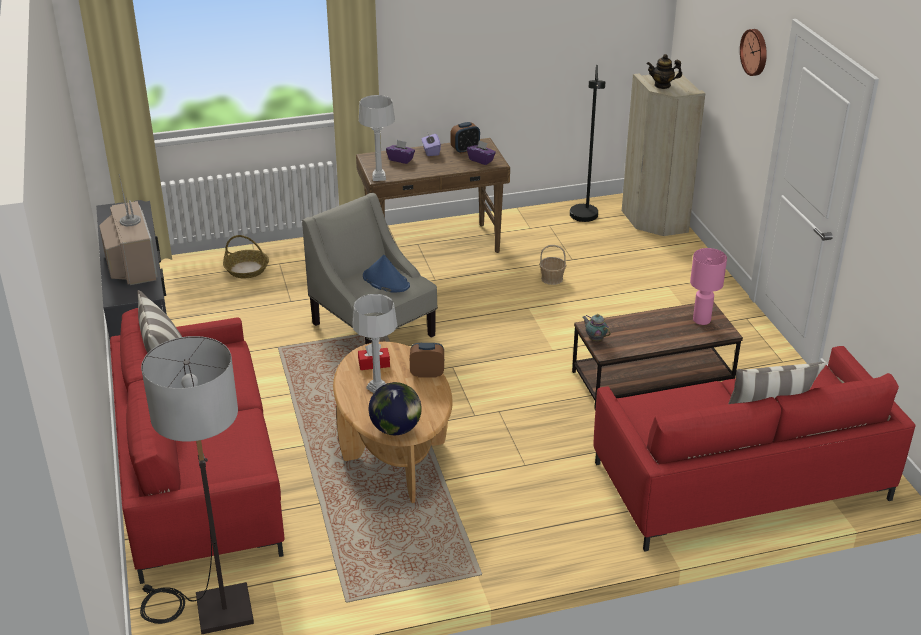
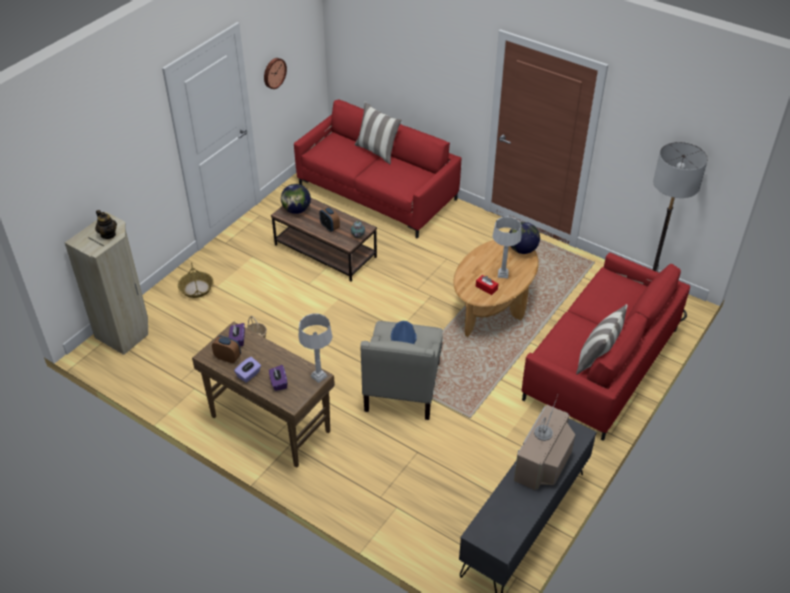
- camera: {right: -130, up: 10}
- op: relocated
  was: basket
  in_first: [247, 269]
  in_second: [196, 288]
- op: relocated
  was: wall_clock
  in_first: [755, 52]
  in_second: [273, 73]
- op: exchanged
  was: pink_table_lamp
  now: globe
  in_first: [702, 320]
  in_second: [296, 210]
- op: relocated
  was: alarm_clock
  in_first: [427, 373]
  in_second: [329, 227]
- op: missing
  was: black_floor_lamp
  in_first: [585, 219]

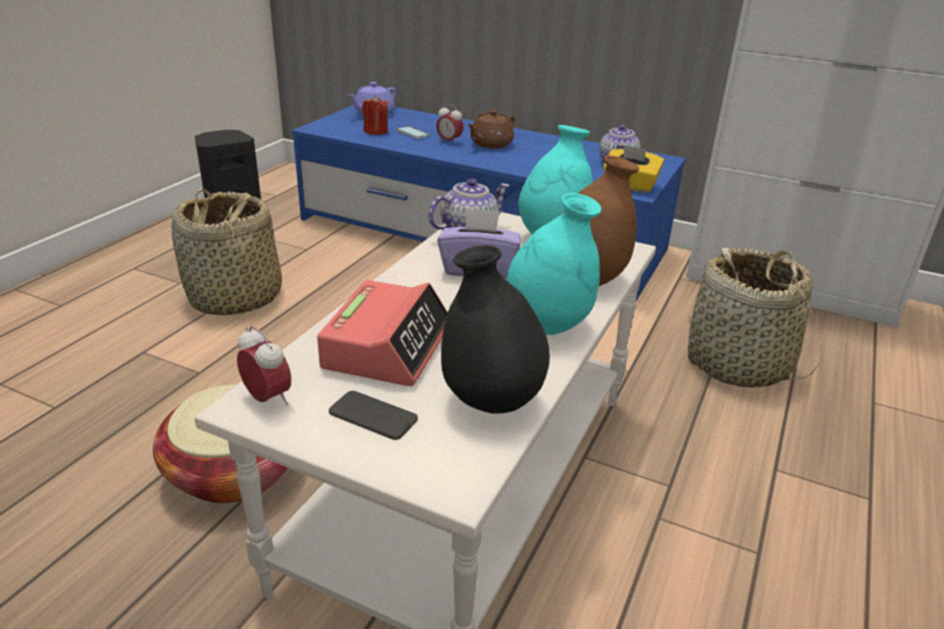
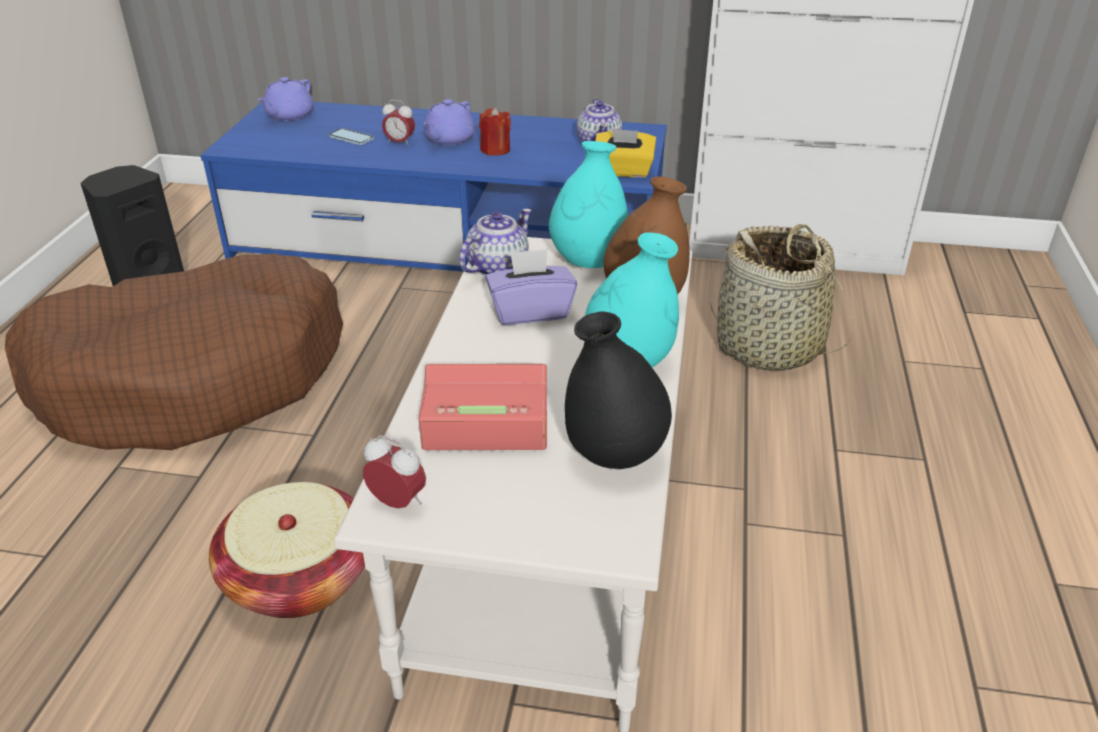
- camera: {right: -15, up: 5}
- op: exchanged
  was: basket
  now: brown_dog_bed
  in_first: [235, 298]
  in_second: [195, 377]
- op: spun
  was: alarm_clock
  in_first: [388, 346]
  in_second: [485, 419]
  clockwise: -90
- op: colour
  was: brown_teapot
  now: purple_teapot
  in_first: [490, 144]
  in_second: [449, 139]
- op: relocated
  was: red_candle
  in_first: [375, 131]
  in_second: [495, 150]
- op: missing
  was: phone
  in_first: [373, 416]

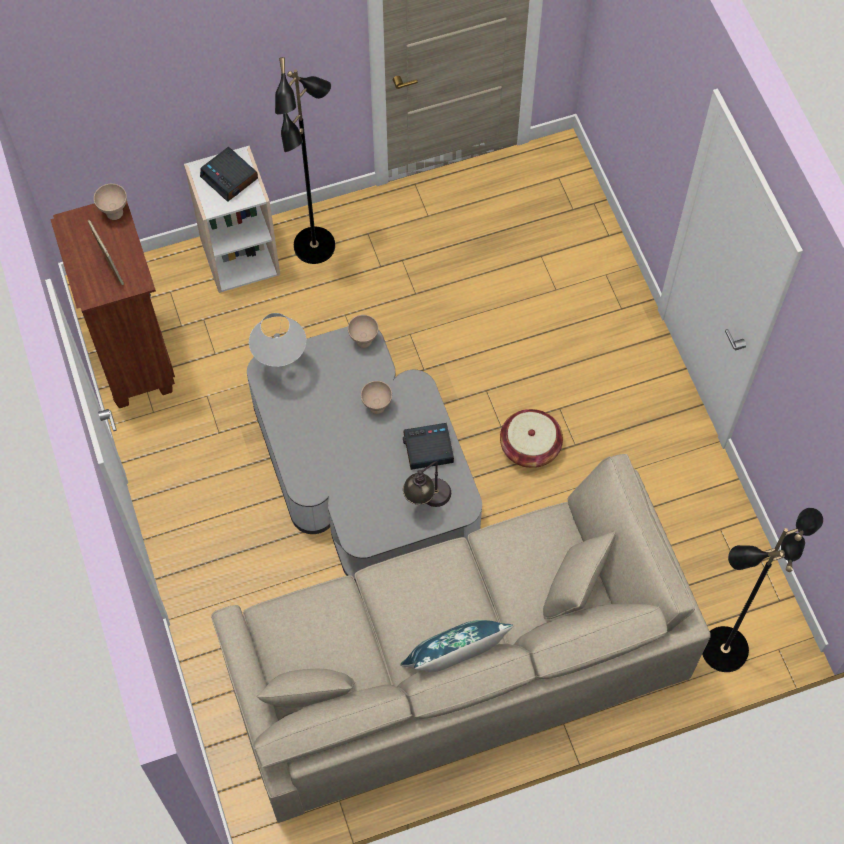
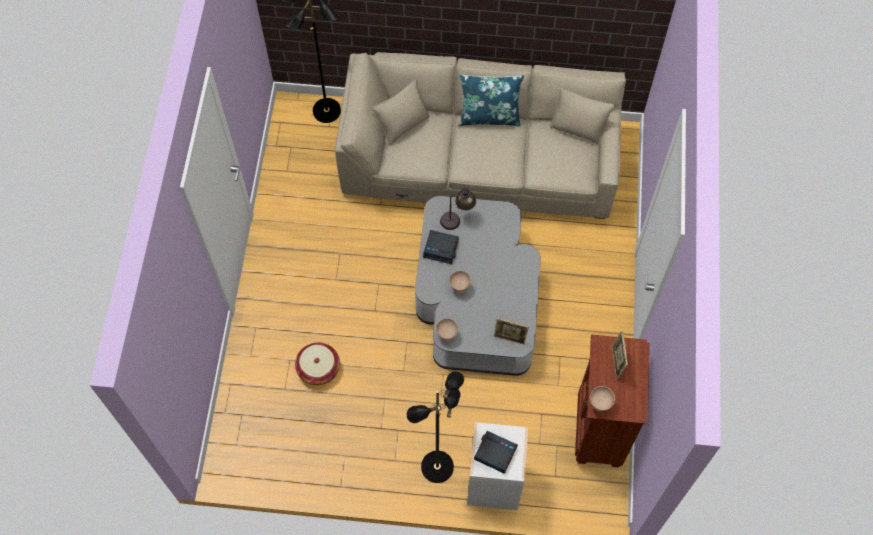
- camera: {right: -155, up: 0}
- op: relocated
  was: basket
  in_first: [530, 446]
  in_second: [318, 368]
- op: spun
  was: alarm_clock
  in_first: [230, 178]
  in_second: [495, 453]
  clockwise: -45
- op: exchanged
  was: white_table_lamp
  now: picture_frame
  in_first: [282, 369]
  in_second: [509, 339]

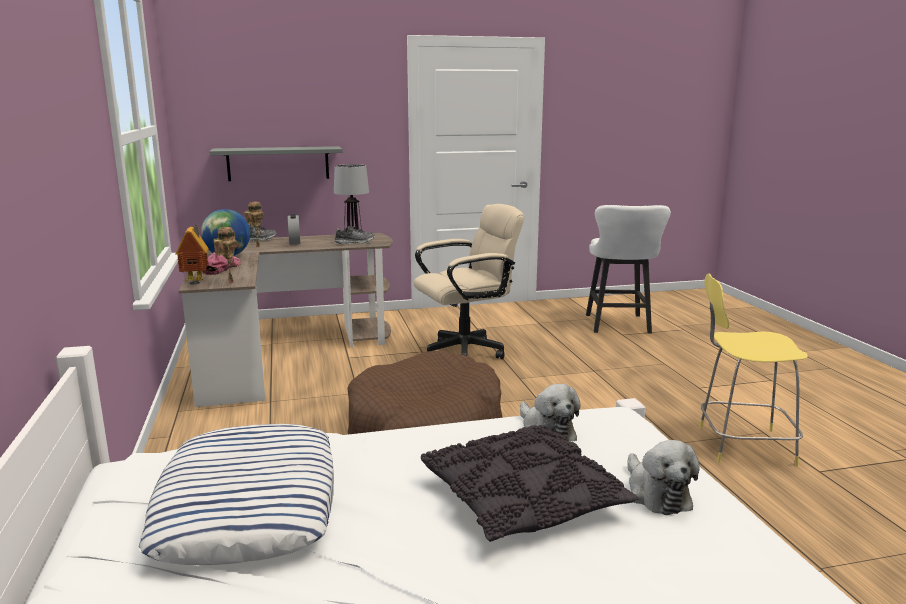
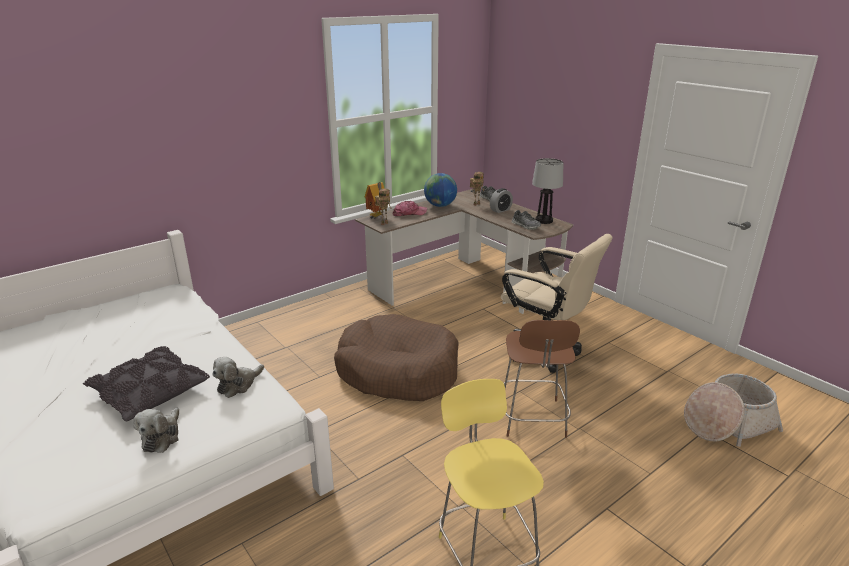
- camera: {right: 65, up: 10}
- op: spun
  was: plush_toy
  in_first: [656, 494]
  in_second: [162, 437]
  clockwise: -45
- op: appeared
  now: brown_stool
  in_second: [533, 419]
- op: exchanged
  was: white_stool
  now: basket
  in_first: [619, 326]
  in_second: [727, 423]
- op: missing
  was: pillow
  in_first: [248, 504]
- op: missing
  was: grey_shelf
  in_first: [278, 163]

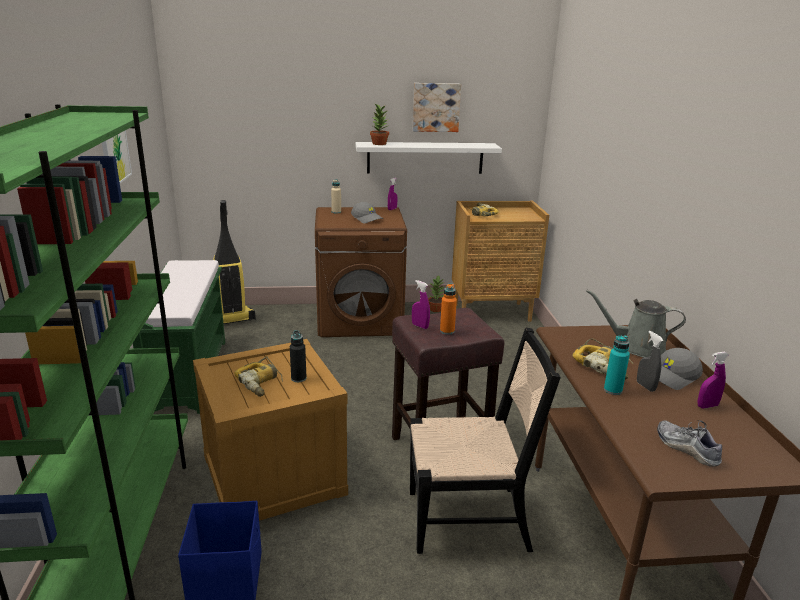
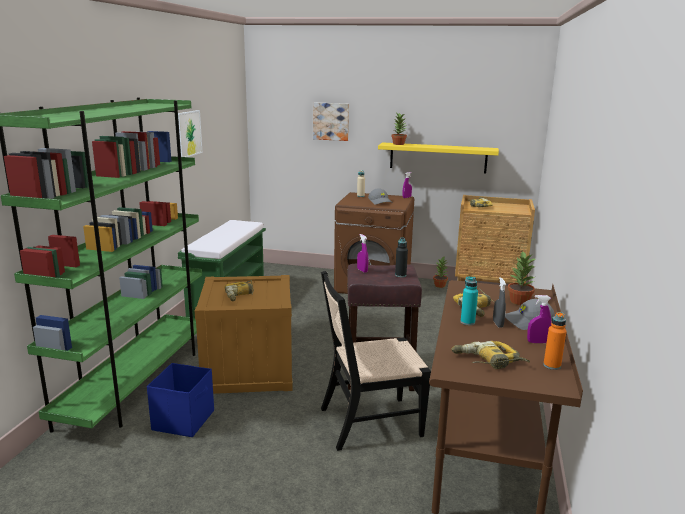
- camera: {right: 20, up: -5}
- op: relocated
  was: picture
  in_first: [436, 107]
  in_second: [331, 121]
- op: spun
  was: chair
  in_first: [468, 520]
  in_second: [370, 423]
  clockwise: 150
- op: colour
  was: white_shelf
  now: yellow_shelf
  in_first: [425, 158]
  in_second: [438, 157]
- op: relocated
  was: black_bottle
  in_first: [298, 378]
  in_second: [400, 275]
- op: exchanged
  was: shoe
  now: power_drill
  in_first: [686, 448]
  in_second: [488, 361]
- op: exchanged
  was: grey_watering_can
  now: potted_plant
  in_first: [637, 348]
  in_second: [519, 301]
- op: relocated
  was: orange_bottle
  in_first: [447, 331]
  in_second: [552, 365]
- op: missing
  was: vacuum_cleaner
  in_first: [230, 320]

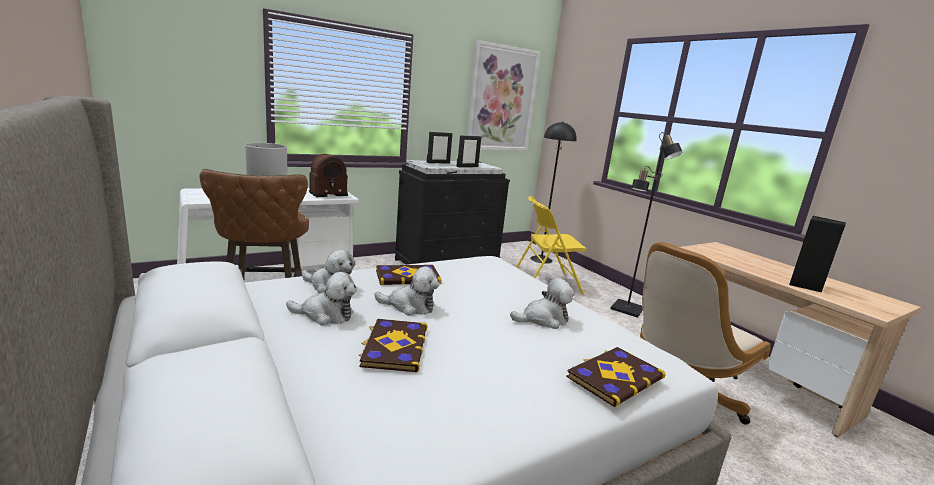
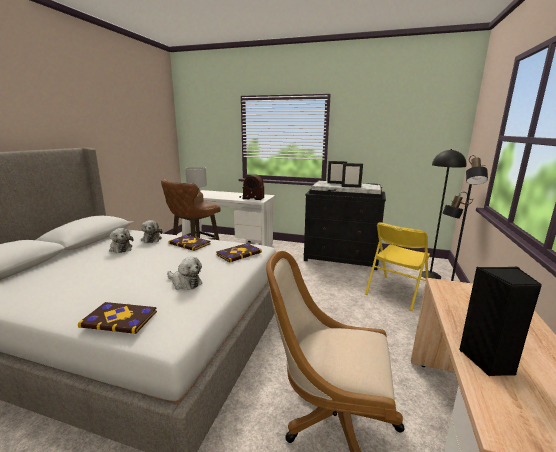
- camera: {right: 50, up: 0}
- op: relocated
  was: book
  in_first: [394, 346]
  in_second: [238, 253]
- op: spun
  was: yellow_chair
  in_first: [546, 283]
  in_second: [396, 292]
  clockwise: -90
- op: missing
  was: plush_toy
  in_first: [410, 306]
- op: missing
  was: picture
  in_first: [502, 99]

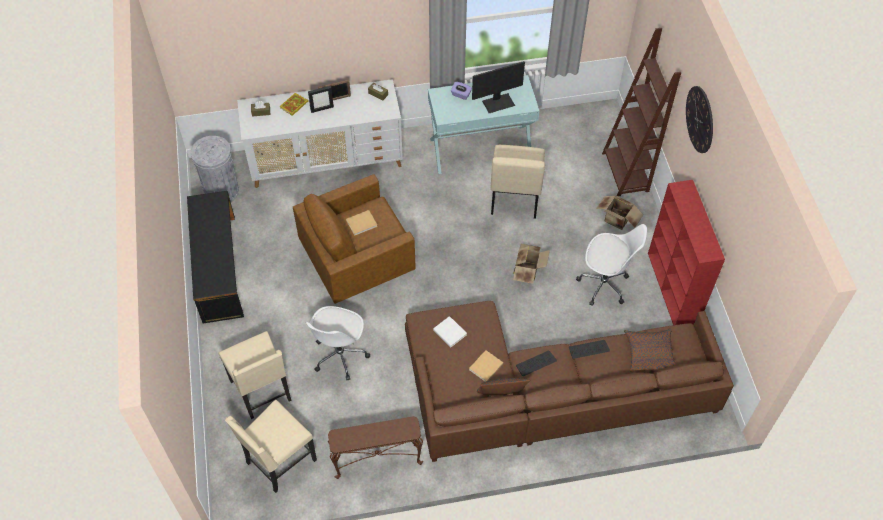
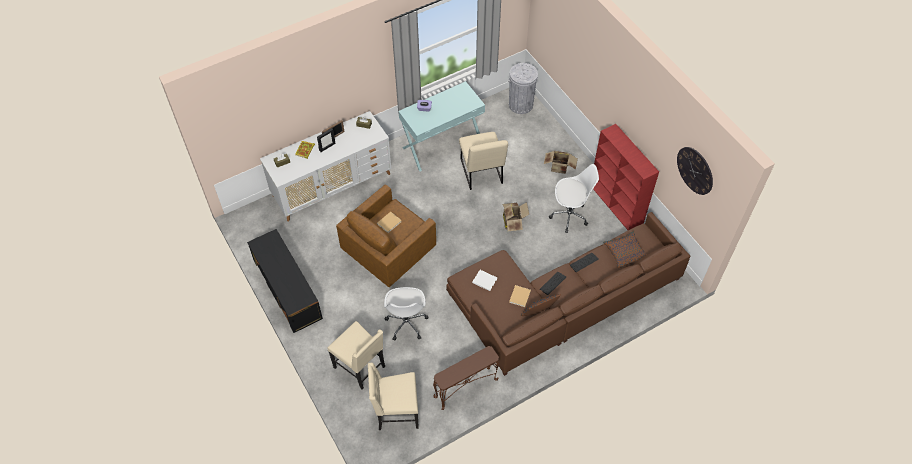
- camera: {right: -20, up: 0}
- op: spun
  was: beige_chair
  in_first: [279, 462]
  in_second: [396, 412]
  clockwise: 60
- op: relocated
  was: grey_trash_can
  in_first: [222, 191]
  in_second: [521, 104]
- op: relocated
  was: wall_clock
  in_first: [700, 119]
  in_second: [695, 170]
- op: missing
  was: monitor
  in_first: [498, 102]
- op: missing
  was: brown_bookcase
  in_first: [625, 172]

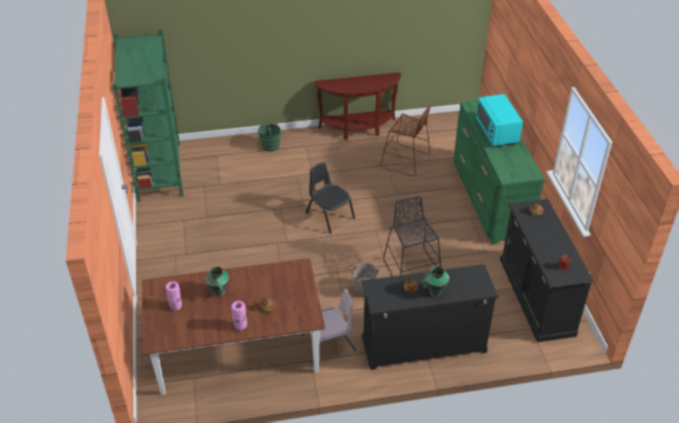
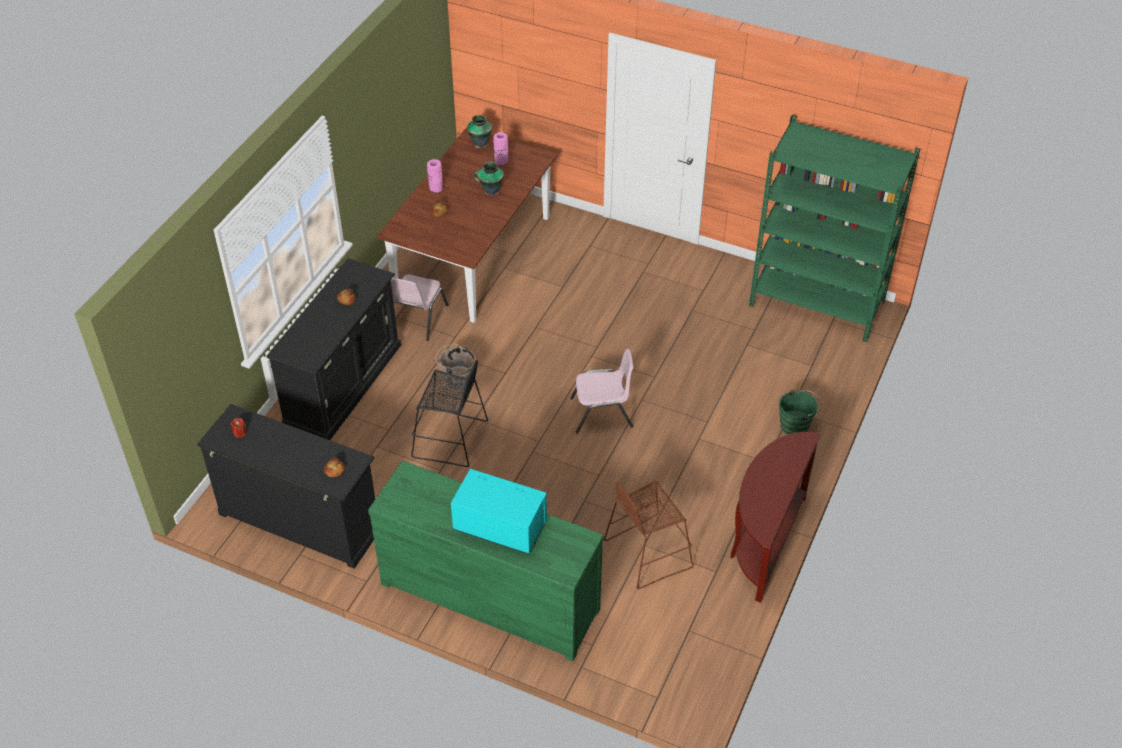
- camera: {right: 125, up: 5}
- op: relocated
  was: vase
  in_first: [434, 291]
  in_second: [480, 143]
- op: colour
  was: black_chair
  now: pink_chair
  in_first: [329, 216]
  in_second: [602, 413]

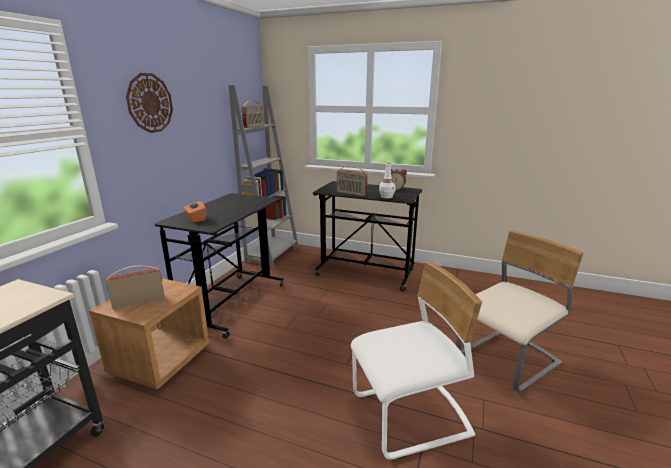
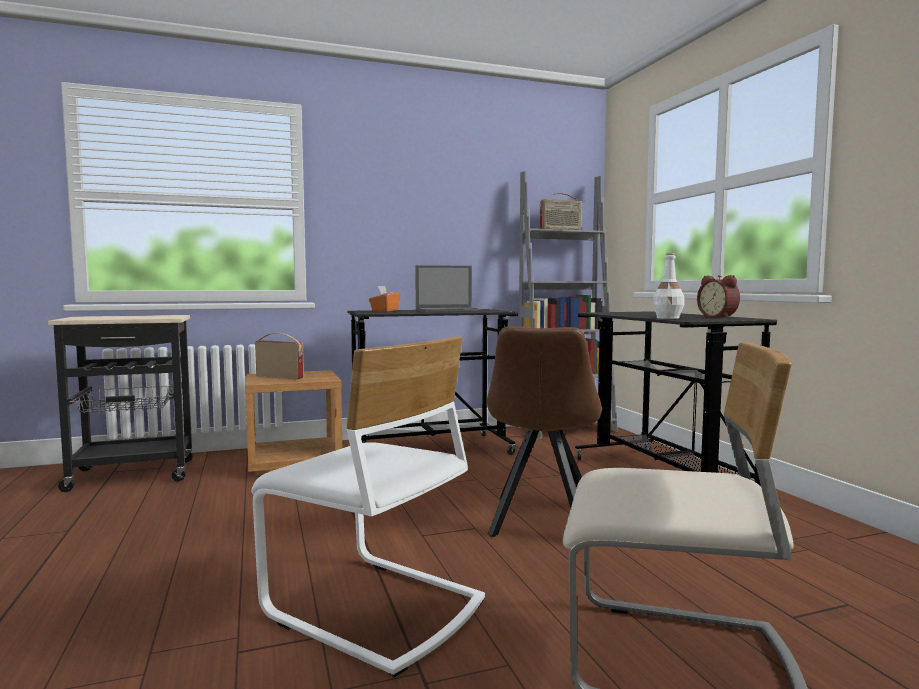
- camera: {right: 50, up: -15}
- op: appeared
  now: laptop
  in_second: [449, 311]
- op: appeared
  now: brown_chair
  in_second: [542, 520]
- op: missing
  was: wall_clock
  in_first: [150, 103]
- op: missing
  was: radio
  in_first: [351, 193]

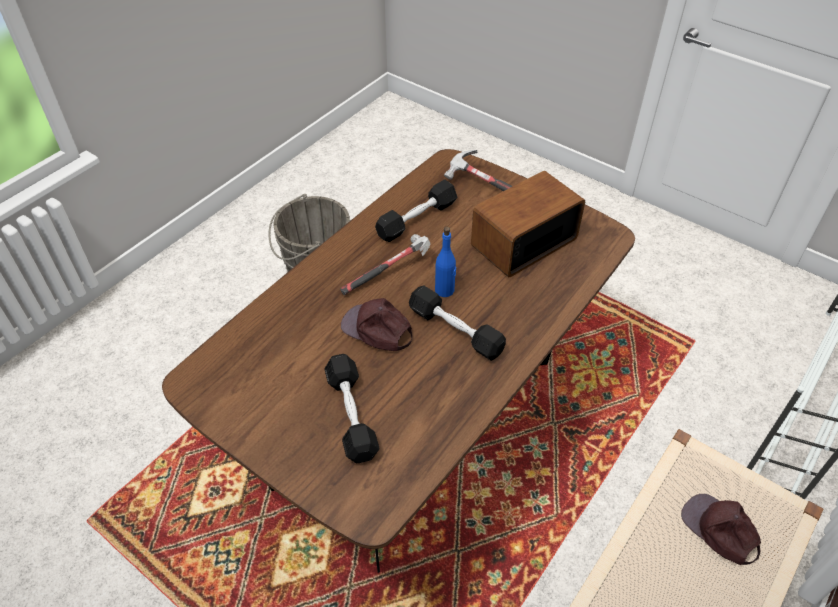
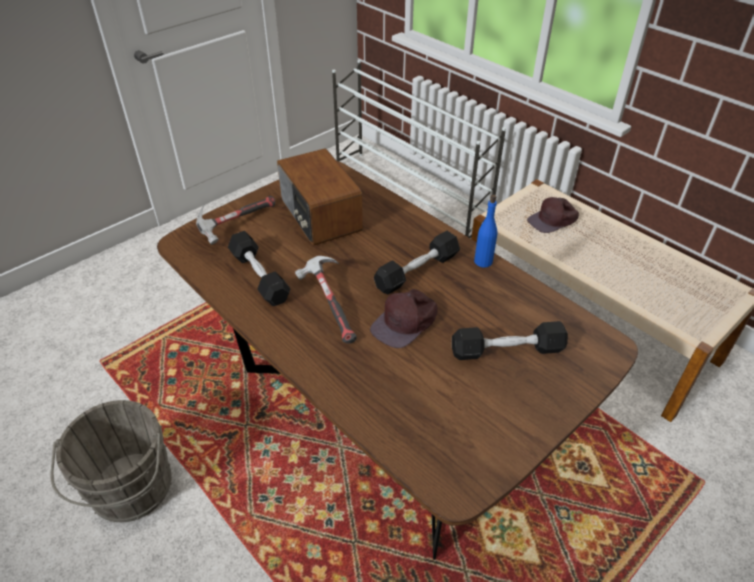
- camera: {right: -80, up: -5}
- op: relocated
  was: blue_bottle
  in_first: [445, 290]
  in_second: [483, 261]

